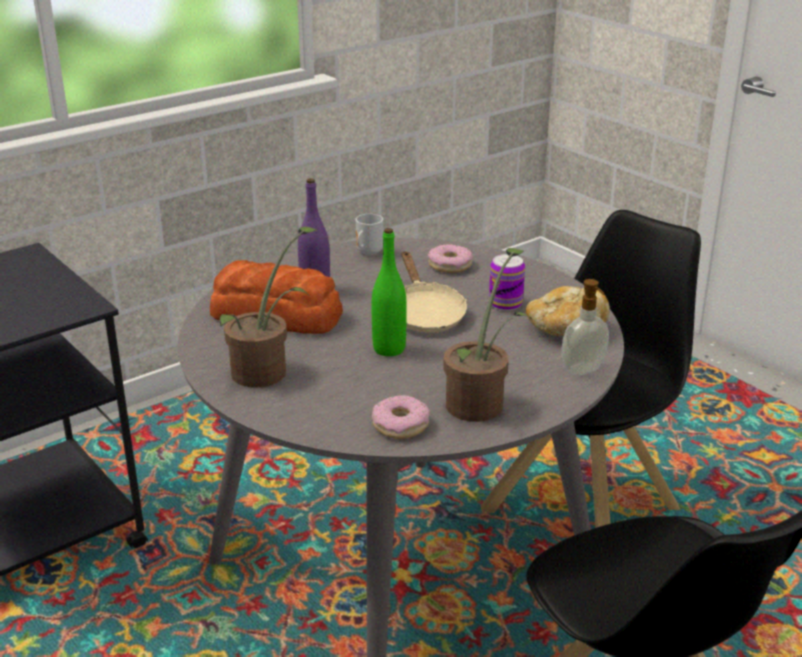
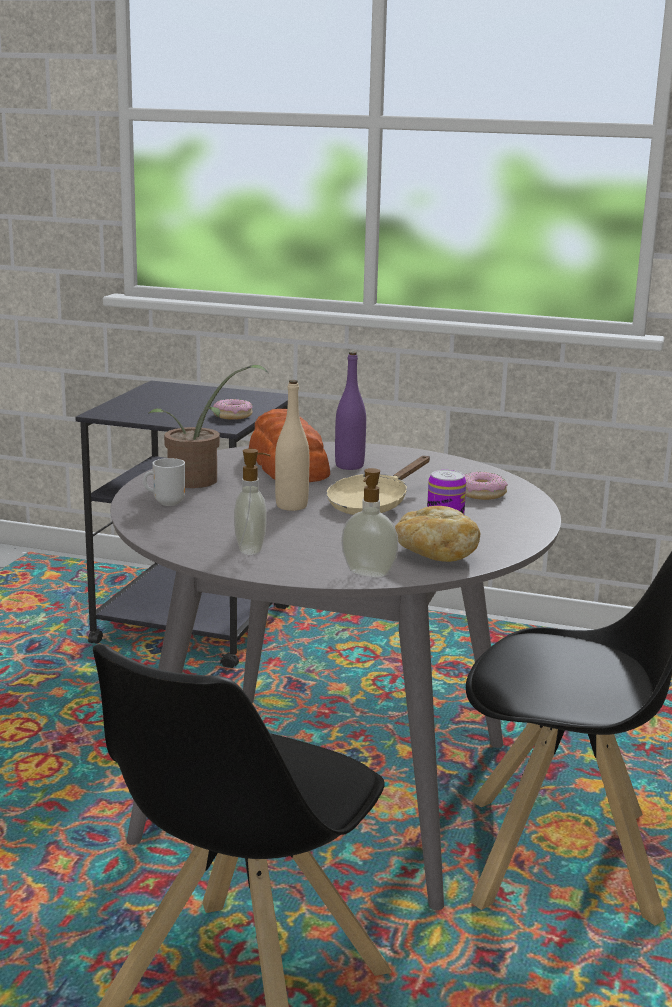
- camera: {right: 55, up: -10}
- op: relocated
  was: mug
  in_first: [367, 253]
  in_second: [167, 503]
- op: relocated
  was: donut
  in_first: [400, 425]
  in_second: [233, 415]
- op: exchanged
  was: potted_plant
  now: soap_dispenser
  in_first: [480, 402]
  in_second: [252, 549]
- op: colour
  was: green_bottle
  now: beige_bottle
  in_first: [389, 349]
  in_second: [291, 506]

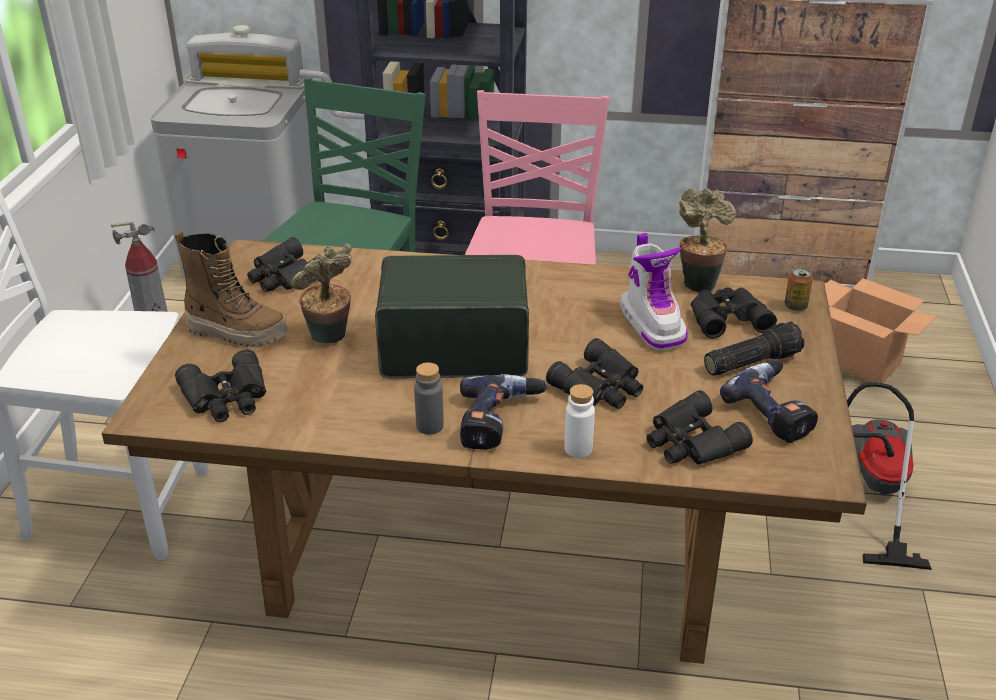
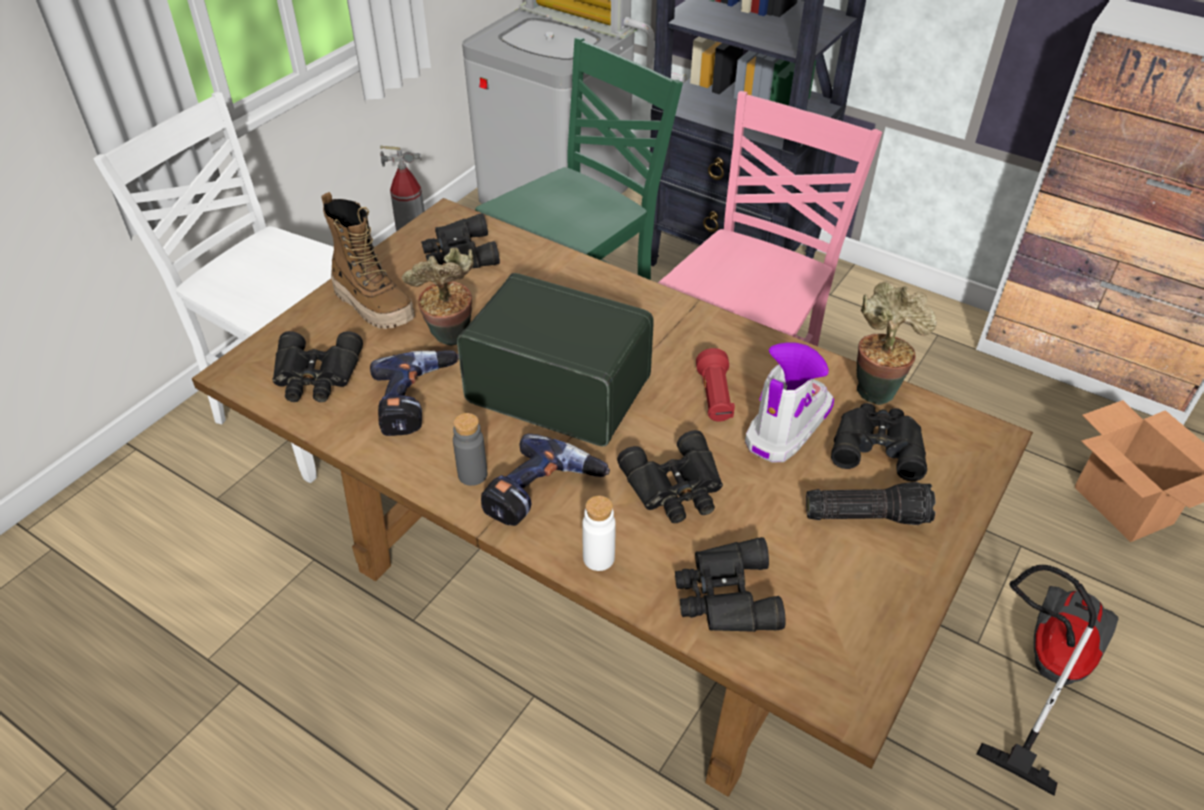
- camera: {right: 25, up: 10}
- op: relocated
  was: power_drill
  in_first: [775, 410]
  in_second: [417, 400]
- op: appeared
  now: red_flashlight
  in_second: [714, 398]
- op: spun
  was: boot
  in_first: [653, 324]
  in_second: [786, 427]
  clockwise: -150
- op: missing
  was: can
  in_first: [795, 306]

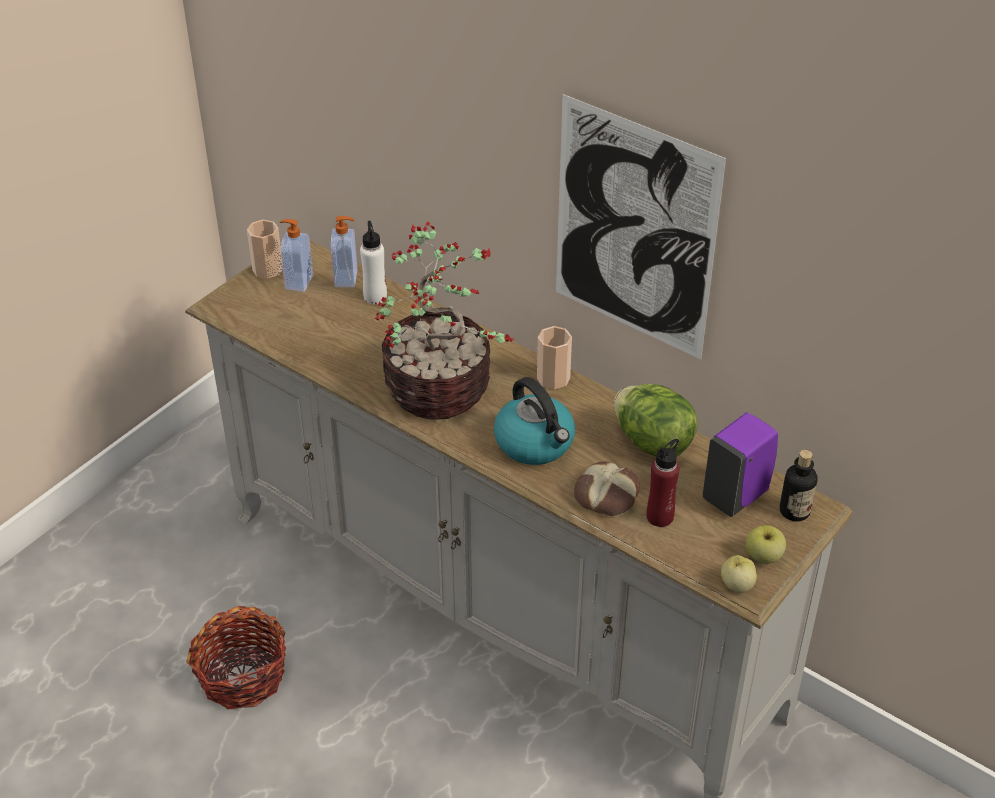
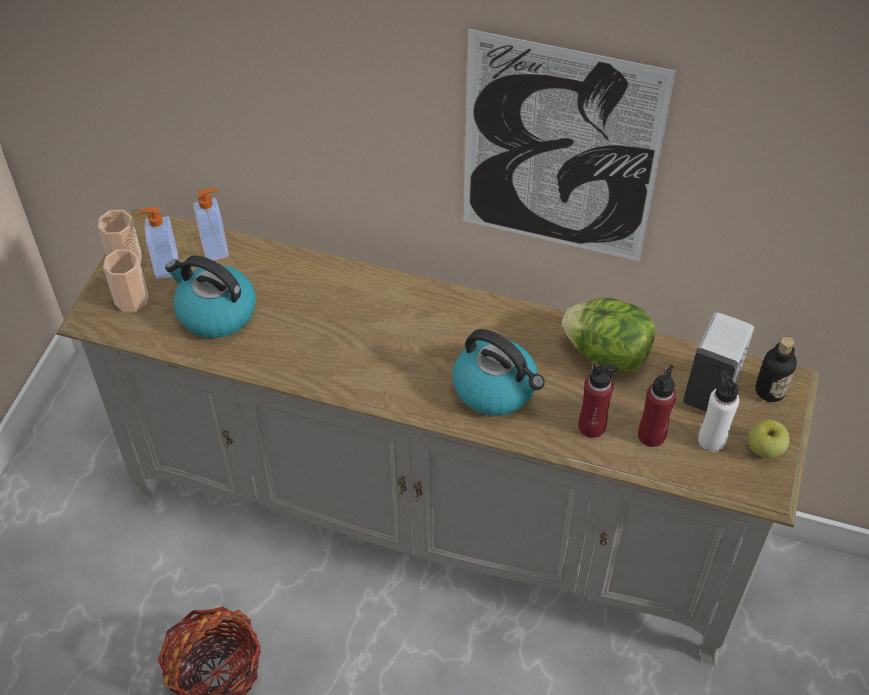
- camera: {right: -20, up: 10}
- op: relocated
  was: cup
  in_first: [553, 378]
  in_second: [131, 299]
- op: appeared
  now: kettle
  in_second: [215, 312]
- op: exchanged
  was: bread
  now: red_bottle
  in_first: [607, 495]
  in_second: [592, 426]
- op: colour
  was: purple_soap_dispenser
  now: white_soap_dispenser
  in_first: [737, 495]
  in_second: [711, 389]
- op: relocated
  was: white_bottle
  in_first: [375, 297]
  in_second: [711, 440]
- op: missing
  was: potted_plant
  in_first: [441, 388]
- op: missing
  was: apple
  in_first: [736, 585]

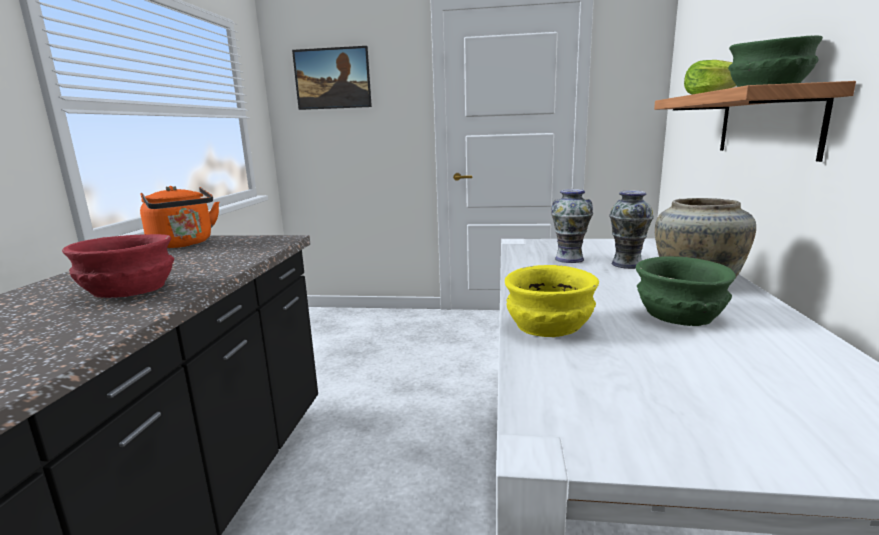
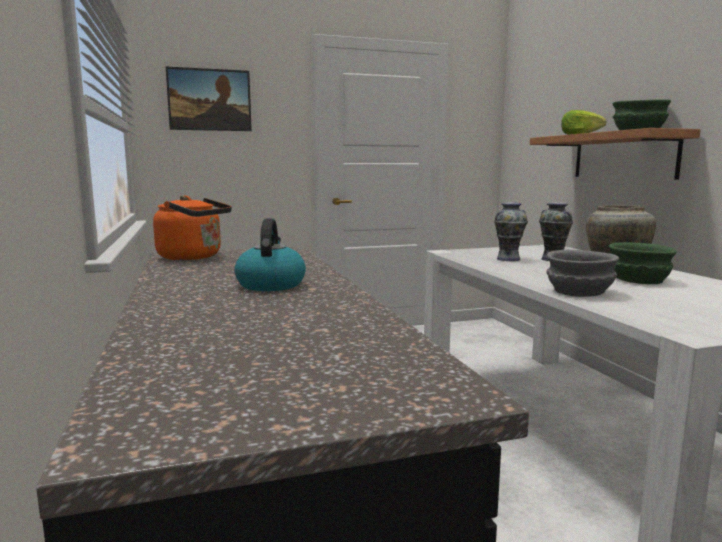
- camera: {right: -25, up: -5}
- op: exchanged
  was: red_bowl
  now: kettle
  in_first: [128, 290]
  in_second: [270, 284]
- op: colour
  was: yellow_bowl
  now: grey_bowl
  in_first: [549, 326]
  in_second: [580, 292]

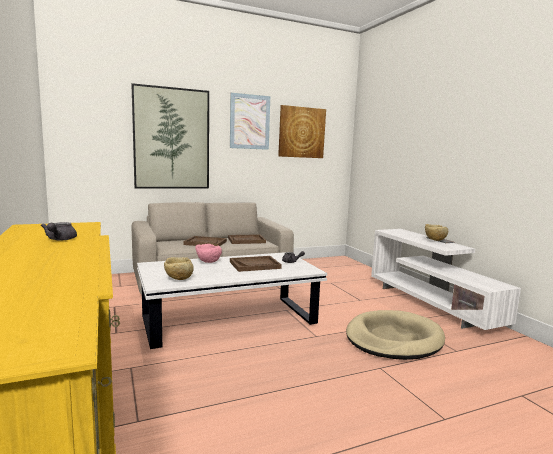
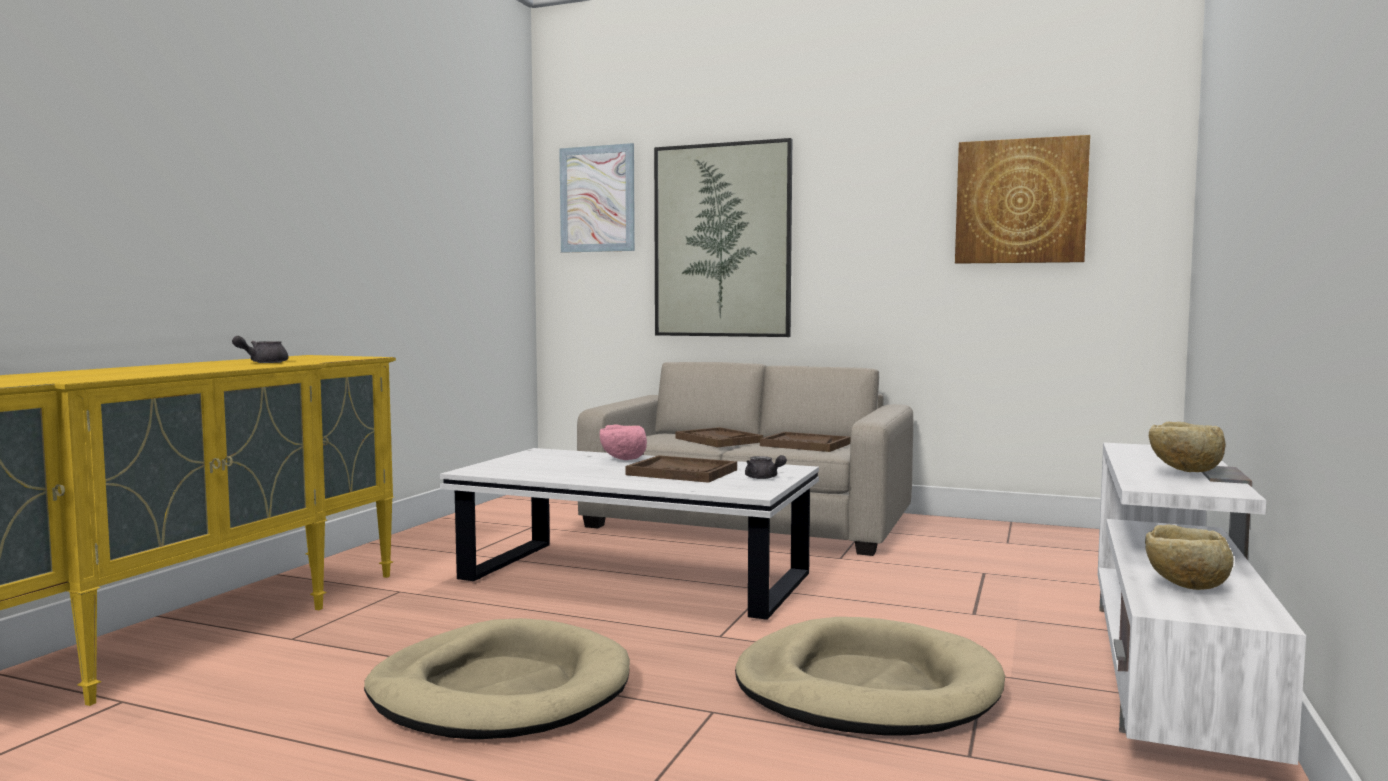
- camera: {right: 45, up: -5}
- op: appeared
  now: beige_dog_bed
  in_second: [500, 690]
- op: relocated
  was: picture
  in_first: [249, 122]
  in_second: [597, 199]
- op: relocated
  was: beige_bowl
  in_first: [178, 279]
  in_second: [1186, 587]

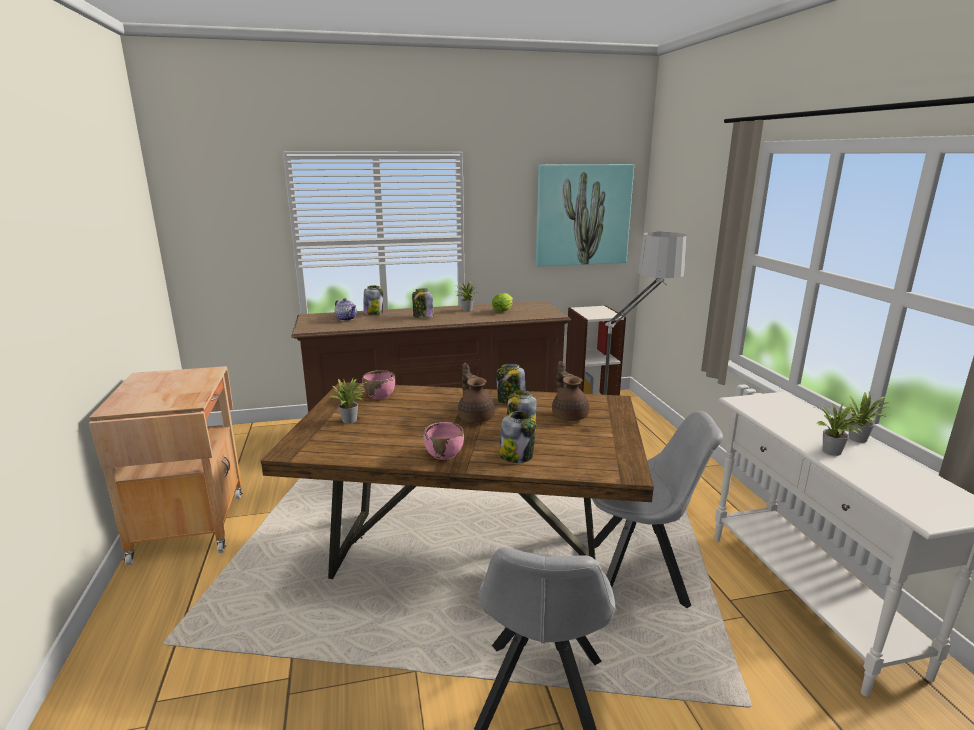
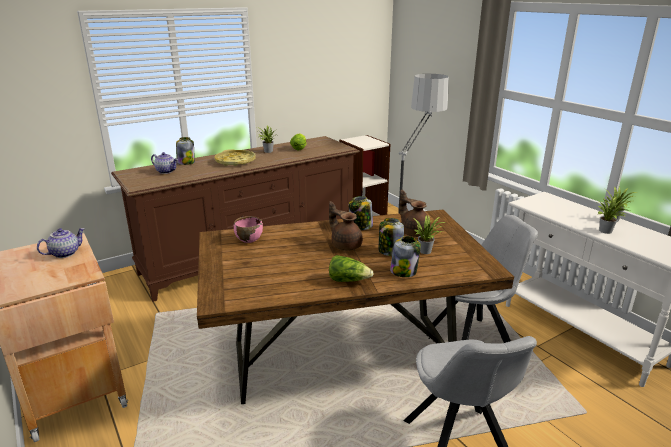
- camera: {right: -20, up: 5}
- op: appeared
  now: teapot
  in_second: [65, 253]
- op: exchanged
  was: jar
  now: yellow_tray
  in_first: [423, 316]
  in_second: [235, 161]
- op: exchanged
  was: pink_bowl
  now: lettuce
  in_first: [444, 454]
  in_second: [348, 280]
- op: relocated
  was: potted_plant
  in_first: [351, 420]
  in_second: [426, 251]
- op: missing
  was: picture
  in_first: [582, 215]

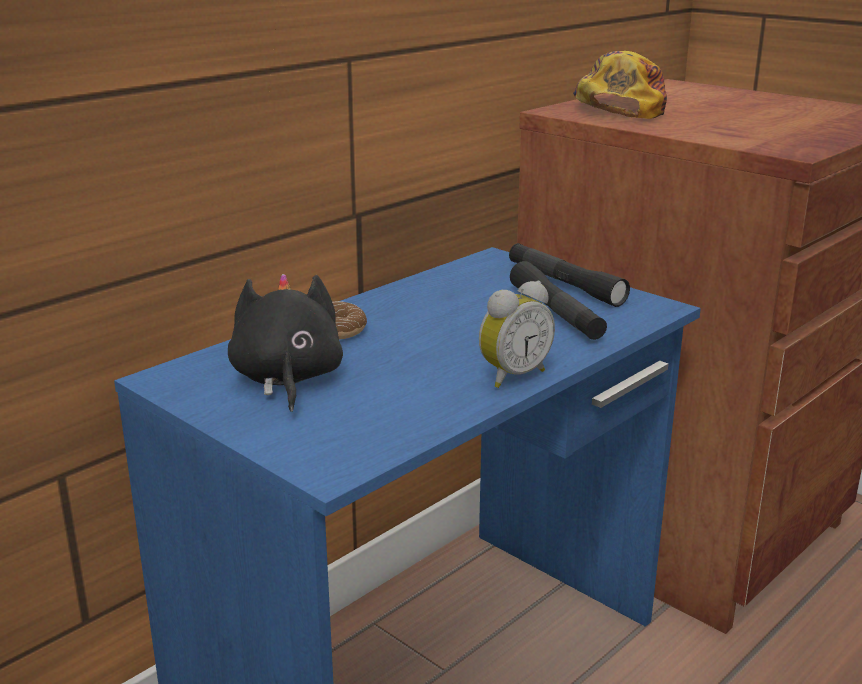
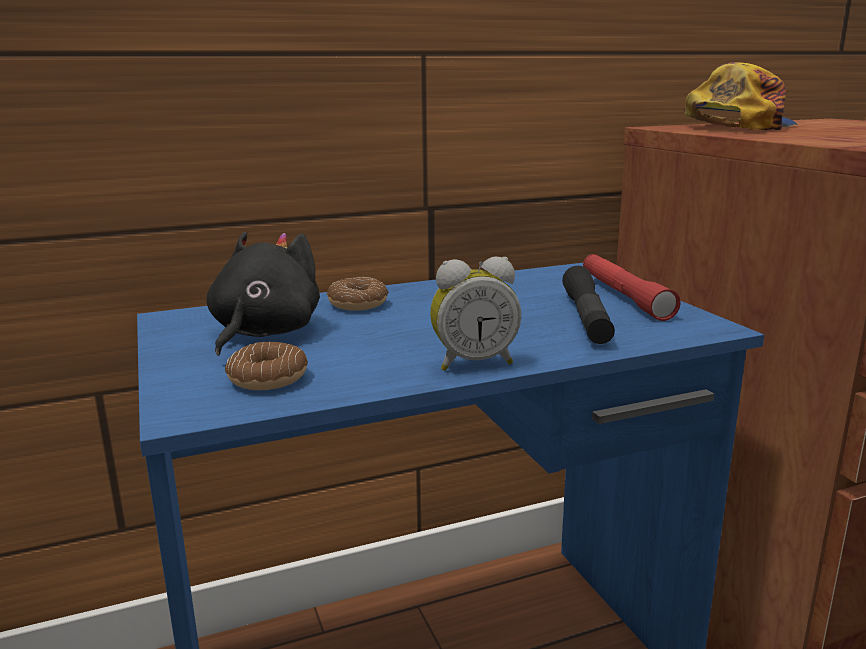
- camera: {right: 25, up: -5}
- op: appeared
  now: donut
  in_second: [268, 378]
- op: colour
  was: black_flashlight
  now: red_flashlight
  in_first: [564, 284]
  in_second: [624, 296]

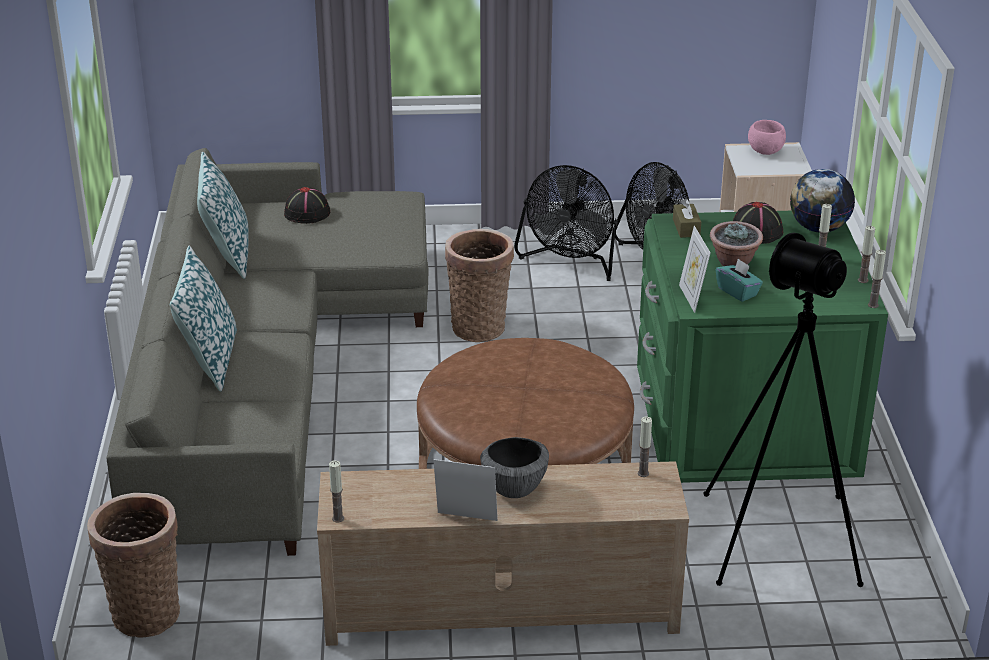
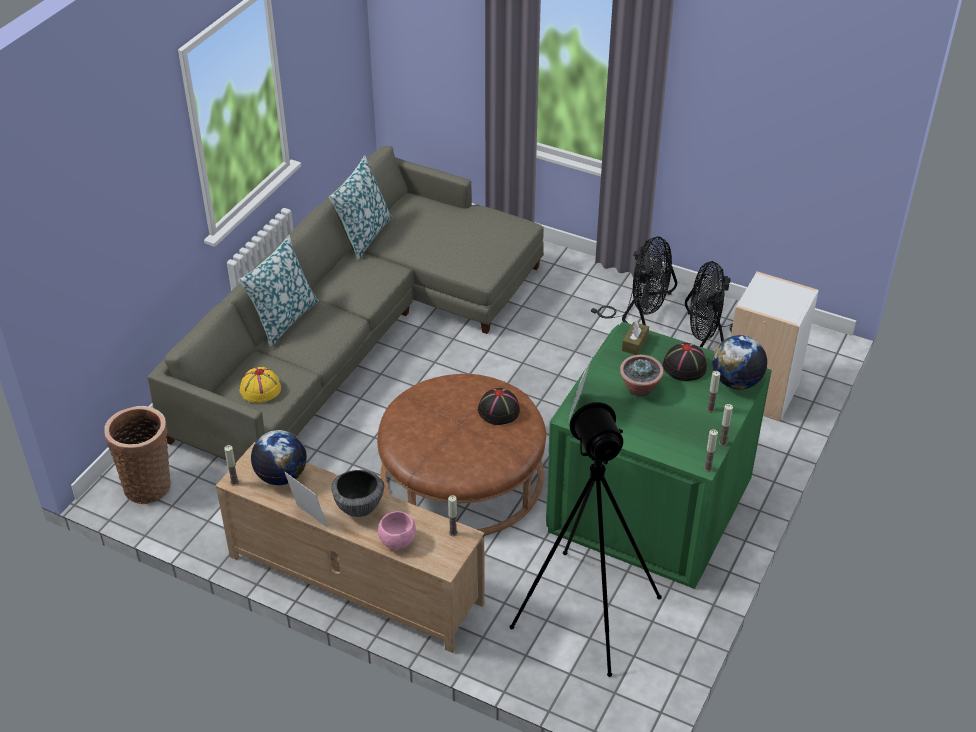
- camera: {right: 30, up: 10}
- op: appeared
  now: yellow_hat
  in_second: [260, 389]
- op: appeared
  now: globe
  in_second: [281, 476]
- op: relocated
  was: pink_bowl
  in_first: [765, 151]
  in_second: [397, 541]
- op: relocated
  was: black_hat
  in_first: [307, 213]
  in_second: [499, 411]
- op: spun
  was: black_fan
  in_first: [569, 259]
  in_second: [639, 313]
  clockwise: -120
- op: missing
  was: basket
  in_first: [479, 325]
- op: missing
  was: turquoise_tissue_box
  in_first: [737, 292]

